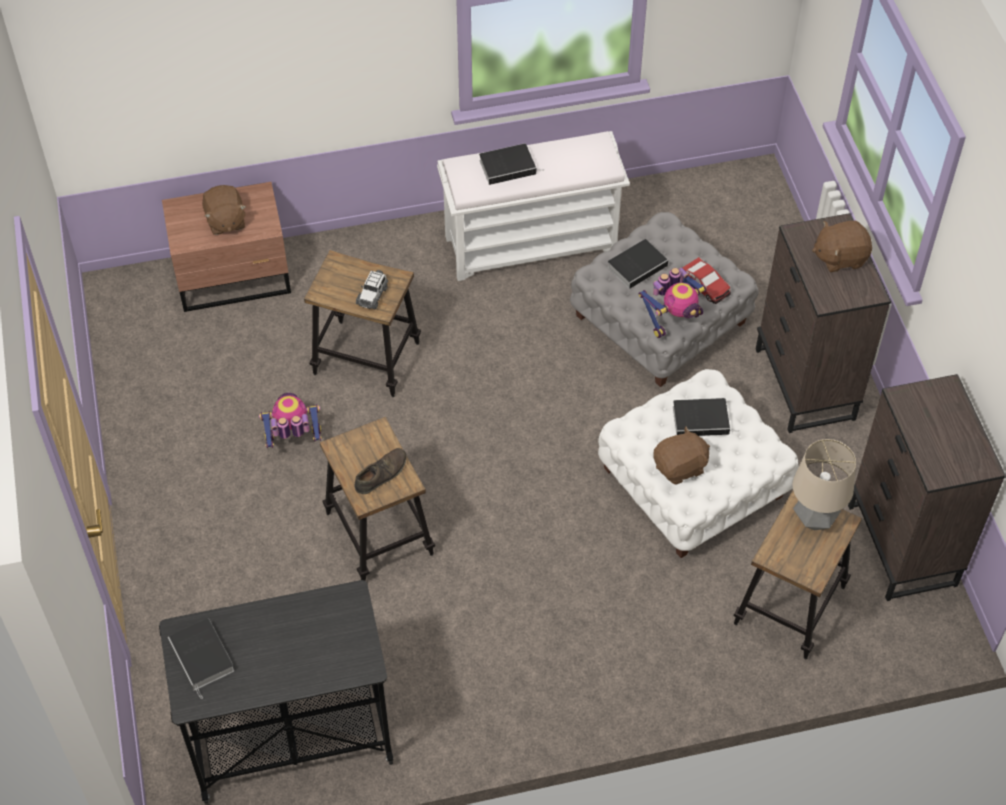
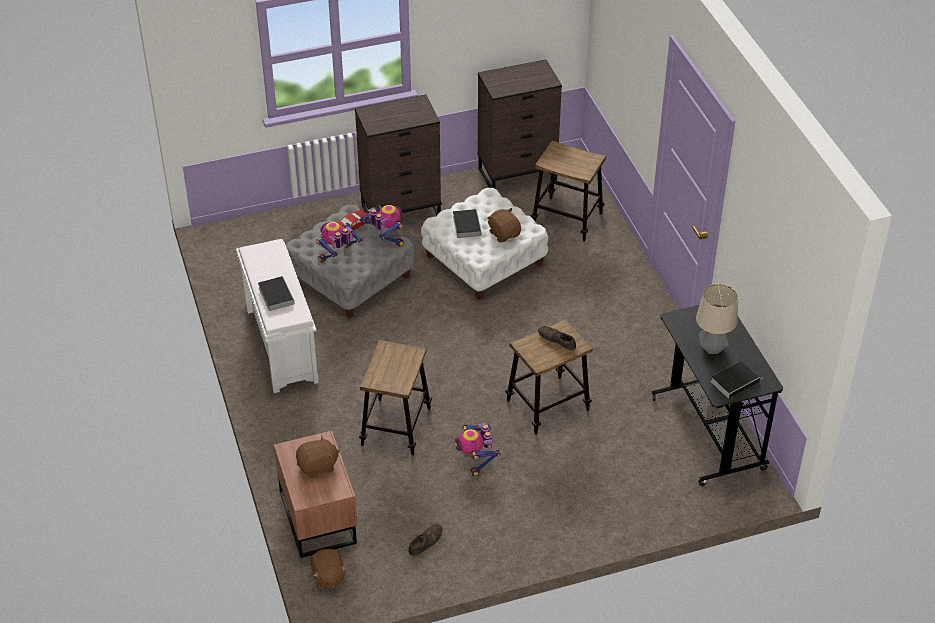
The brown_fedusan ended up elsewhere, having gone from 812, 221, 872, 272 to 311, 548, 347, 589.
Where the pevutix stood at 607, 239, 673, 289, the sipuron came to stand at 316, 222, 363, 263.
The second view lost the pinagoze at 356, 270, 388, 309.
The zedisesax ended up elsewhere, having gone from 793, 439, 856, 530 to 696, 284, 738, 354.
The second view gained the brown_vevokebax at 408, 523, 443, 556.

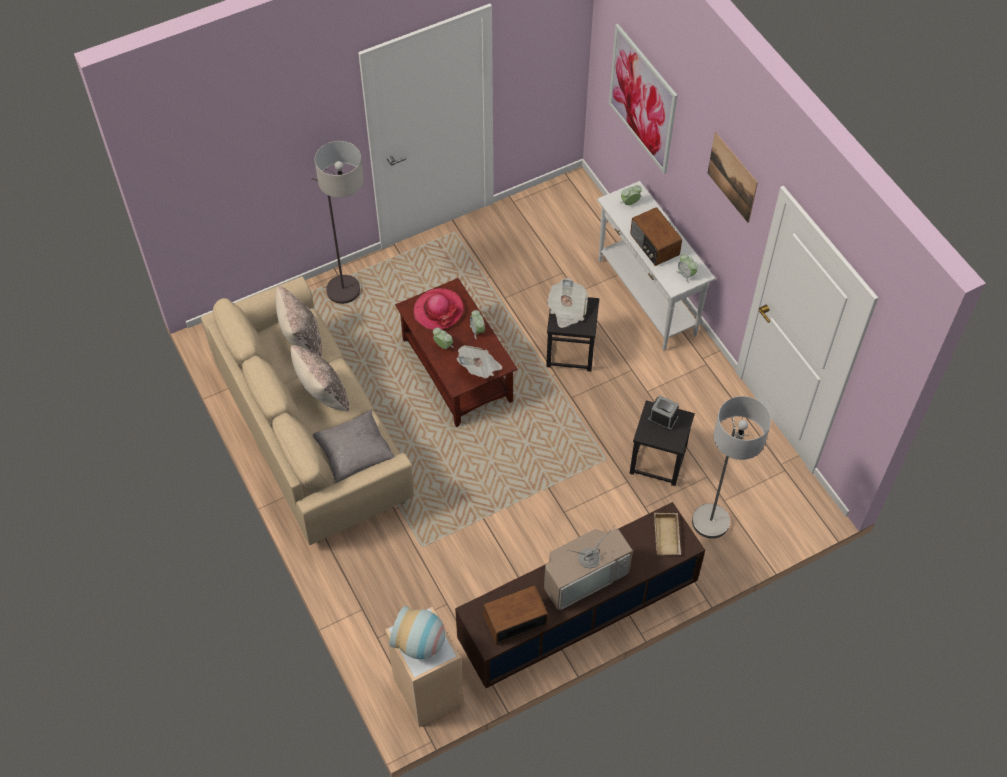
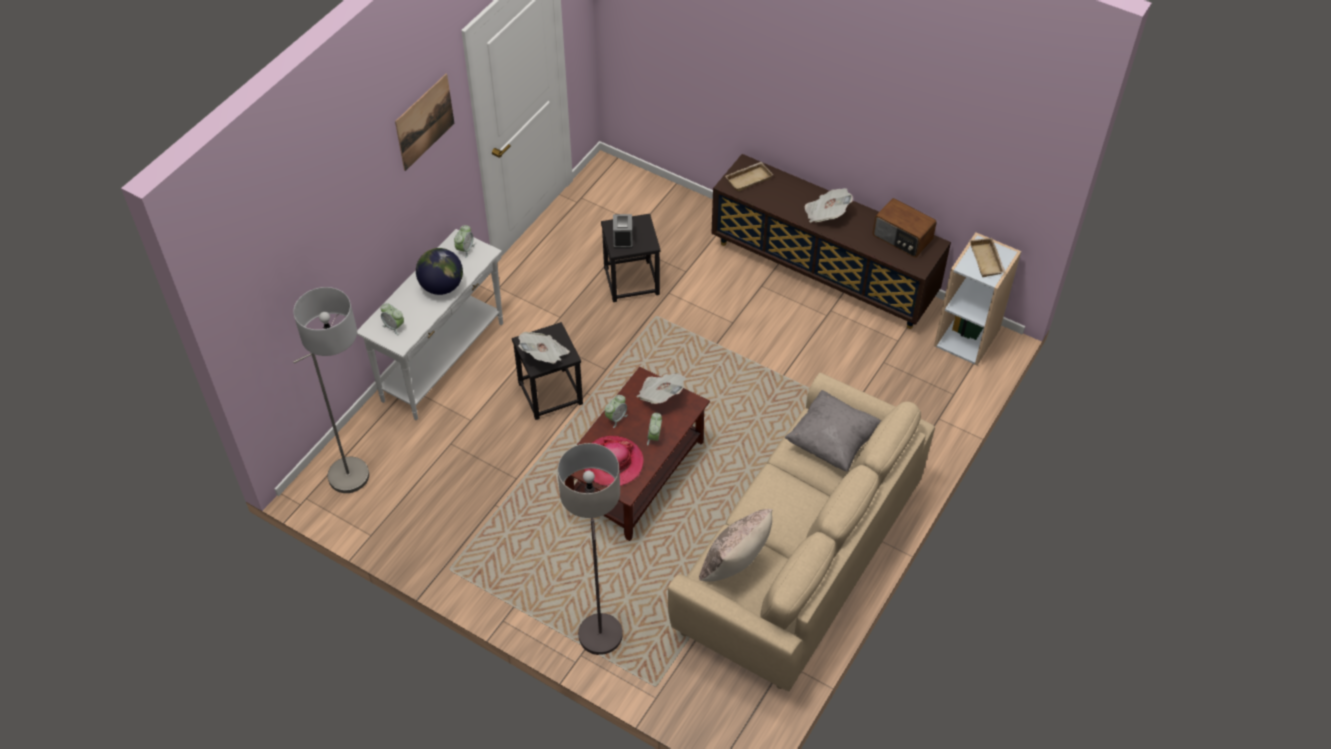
The second view lost the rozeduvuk at 609, 24, 677, 174.
Where the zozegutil stood at 630, 207, 682, 266, the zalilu came to stand at 416, 248, 463, 295.
The second view lost the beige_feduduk at 291, 345, 349, 412.
The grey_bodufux ended up elsewhere, having gone from 692, 396, 771, 539 to 293, 287, 369, 493.
Where the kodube stood at 544, 525, 633, 610, the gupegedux came to stand at 804, 188, 853, 223.
Where the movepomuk stood at 389, 606, 445, 659, the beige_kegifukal came to stand at 969, 238, 1006, 277.

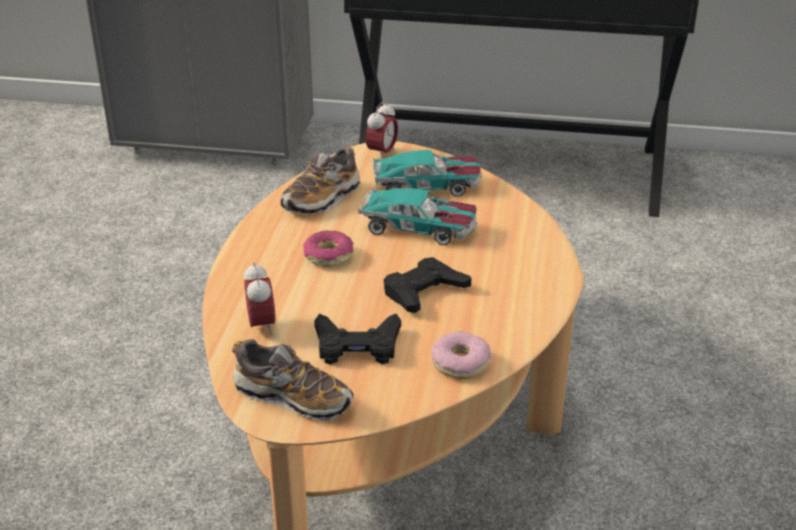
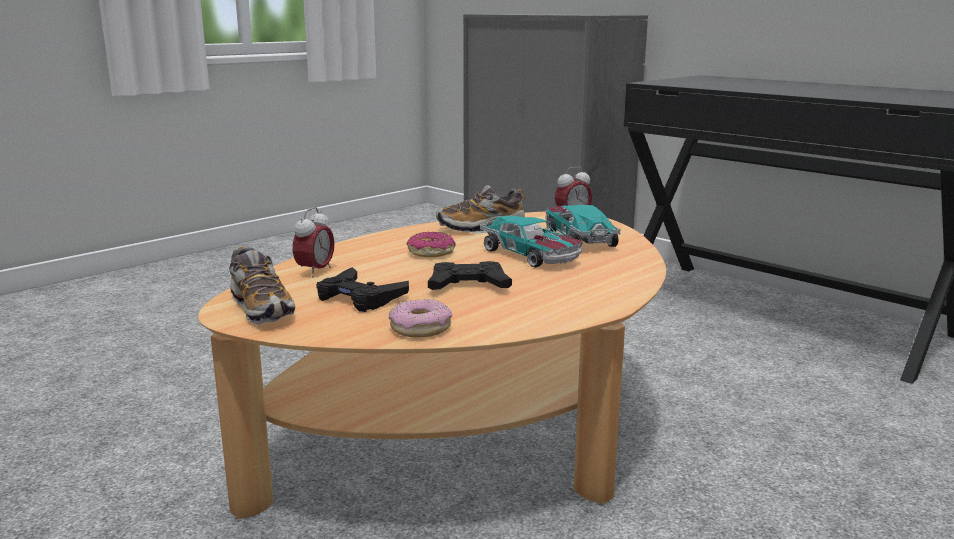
The pinagoze at 373, 150, 482, 197 ended up facing another way, 135 degrees counterclockwise from before.

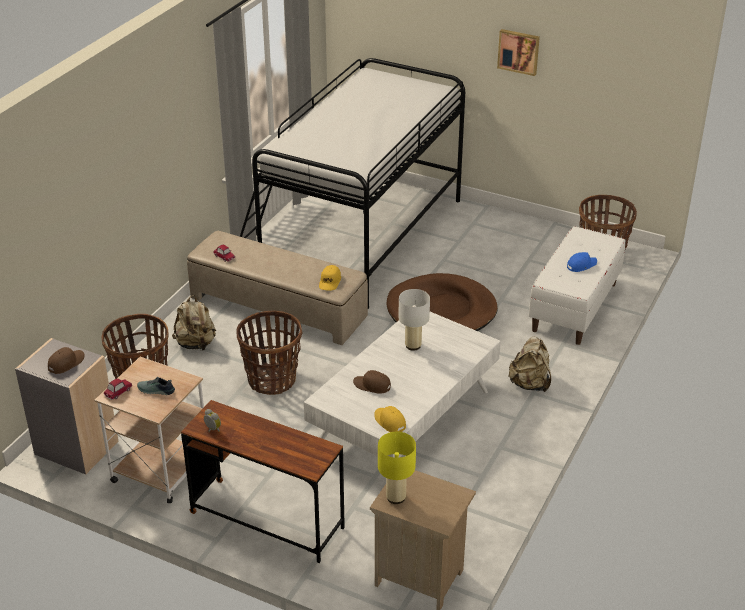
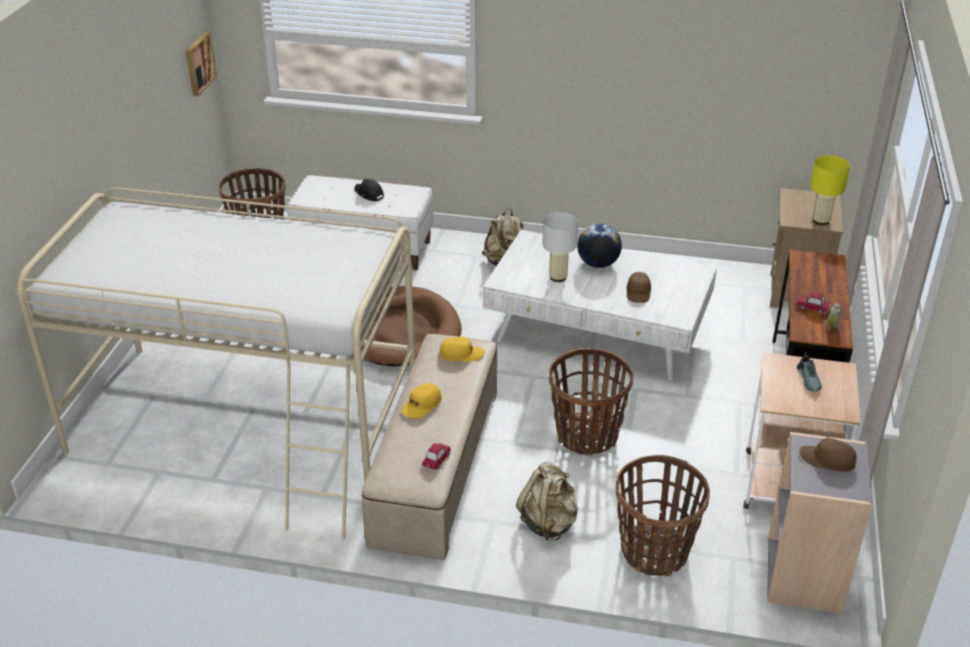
The rozeduvuk ended up elsewhere, having gone from 497, 29, 540, 76 to 186, 32, 217, 97.
What was the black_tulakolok at 240, 58, 465, 309 turned into the beige_tulakolok at 17, 187, 415, 540.
What was the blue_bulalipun at 567, 252, 597, 272 turned into the black_bulalipun at 355, 179, 384, 201.
The pinagoze ended up elsewhere, having gone from 103, 378, 132, 400 to 796, 292, 830, 314.
The yellow_bulalipun ended up elsewhere, having gone from 374, 406, 406, 432 to 401, 383, 442, 418.
The second view gained the zalilu at 577, 224, 622, 268.

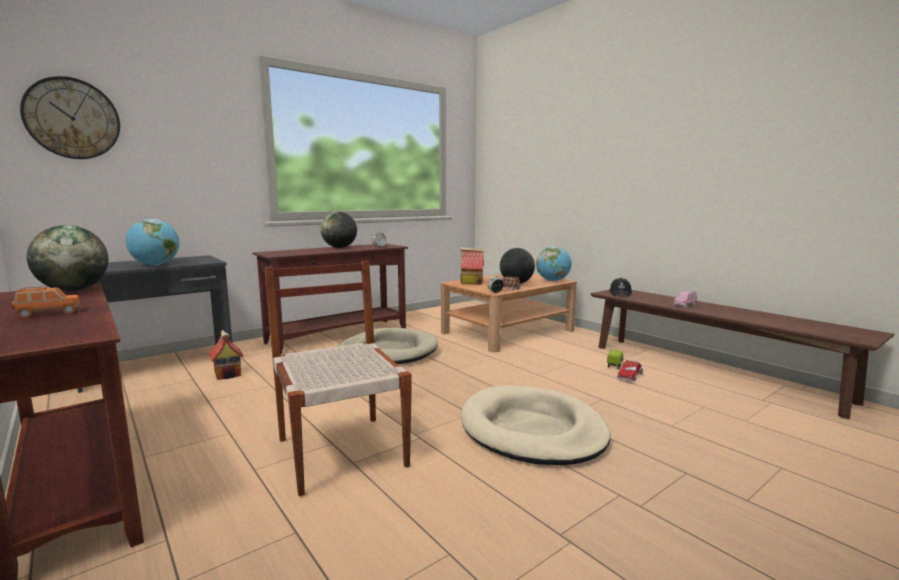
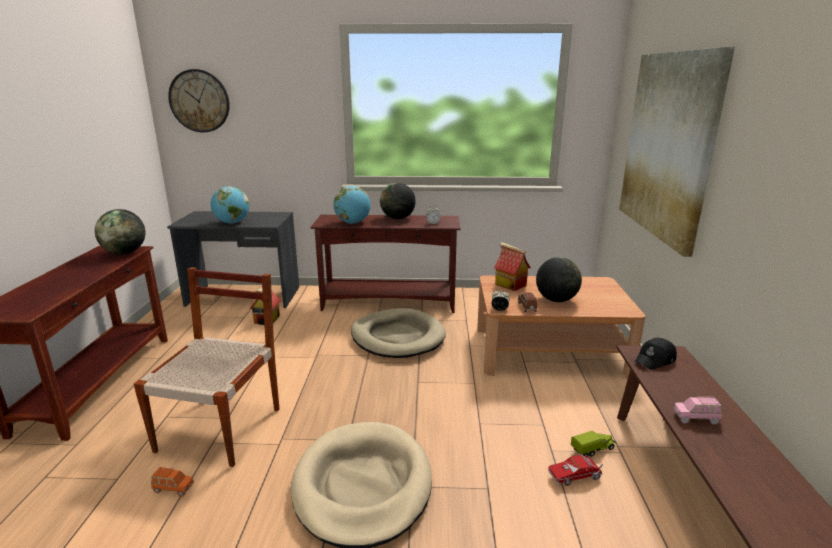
The zalilu ended up elsewhere, having gone from 536, 246, 571, 281 to 333, 186, 371, 224.
The orange_pinagoze ended up elsewhere, having gone from 12, 286, 80, 318 to 151, 467, 194, 497.
The second view gained the rozeduvuk at 619, 47, 735, 257.

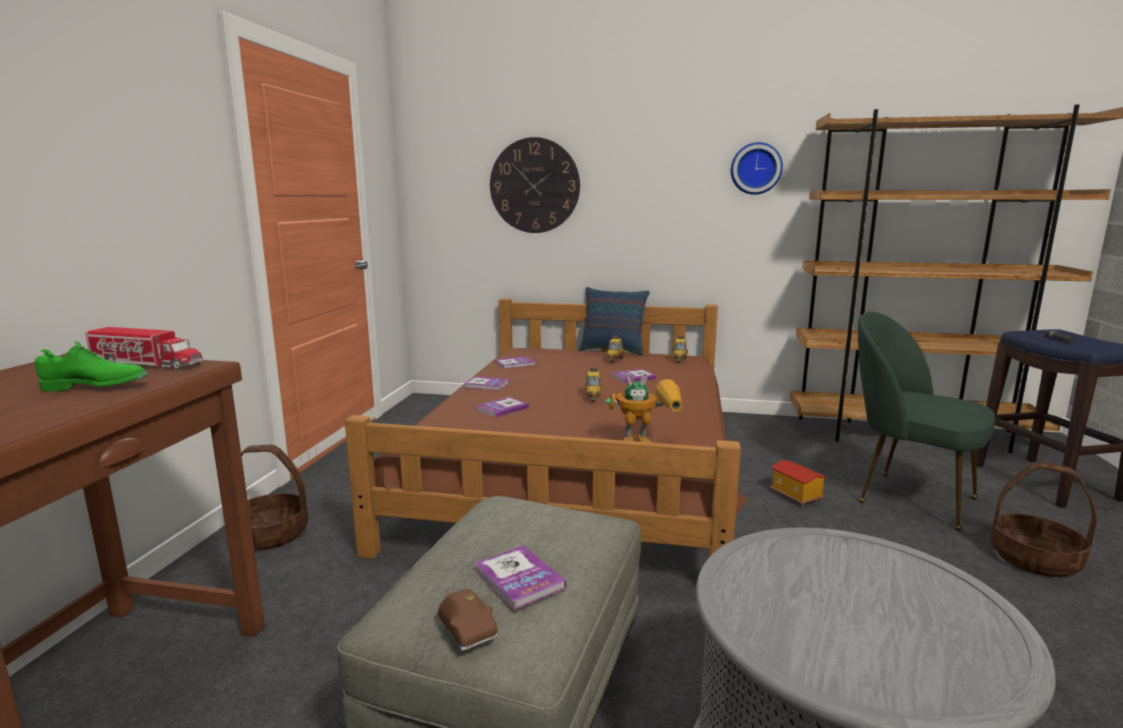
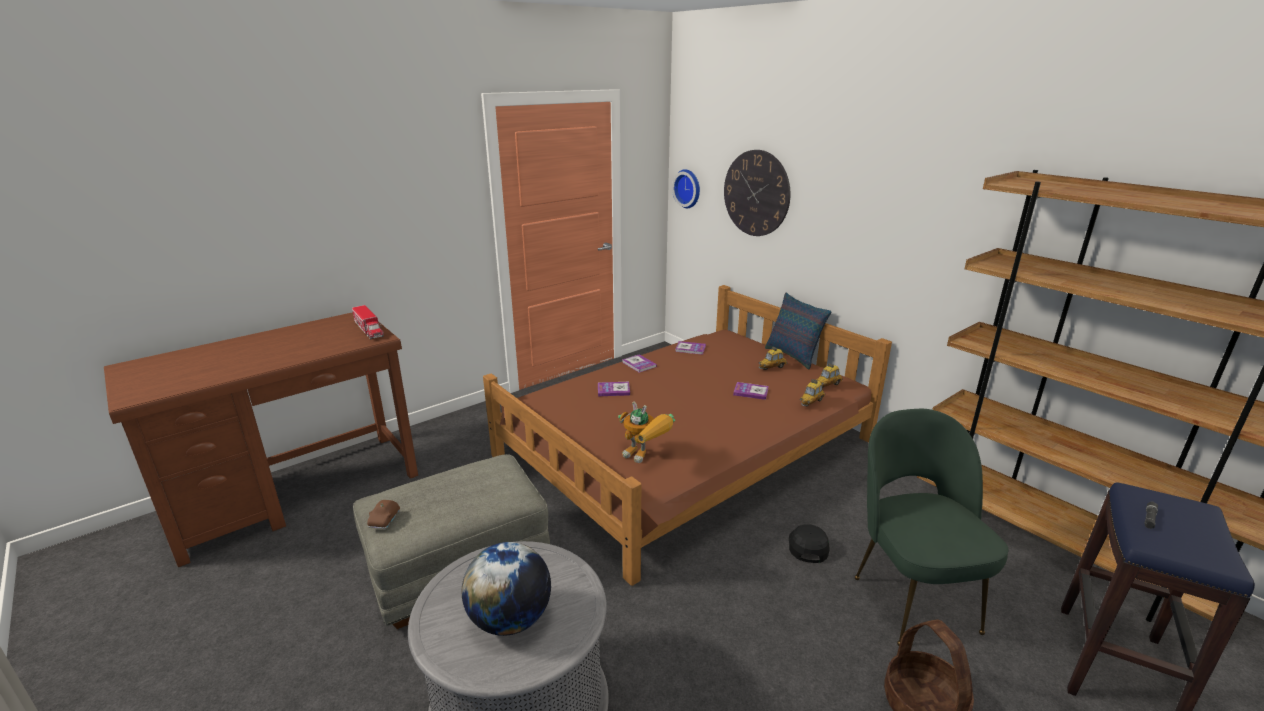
The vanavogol ended up elsewhere, having gone from 731, 142, 783, 195 to 672, 169, 700, 208.
The second view lost the green_vevokebax at 35, 341, 148, 392.
The pinagoze ended up elsewhere, having gone from 585, 368, 602, 401 to 800, 379, 825, 406.
The second view lost the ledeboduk at 241, 445, 308, 550.
Where the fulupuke stood at 770, 460, 827, 506, the black_bulalipun came to stand at 789, 524, 830, 563.
The second view lost the pevutix at 475, 545, 566, 610.
The second view gained the zalilu at 462, 542, 551, 636.

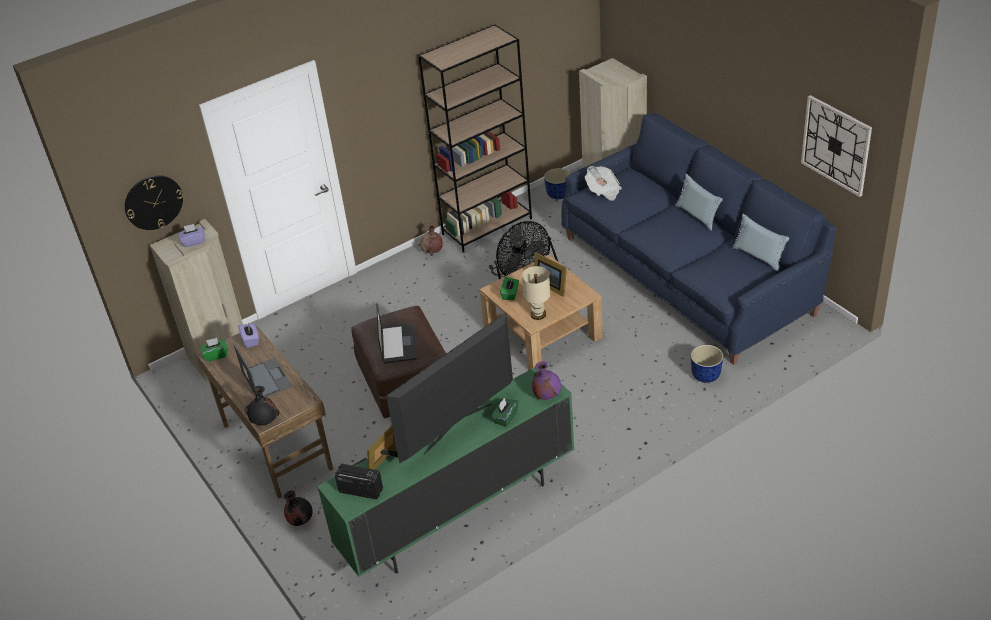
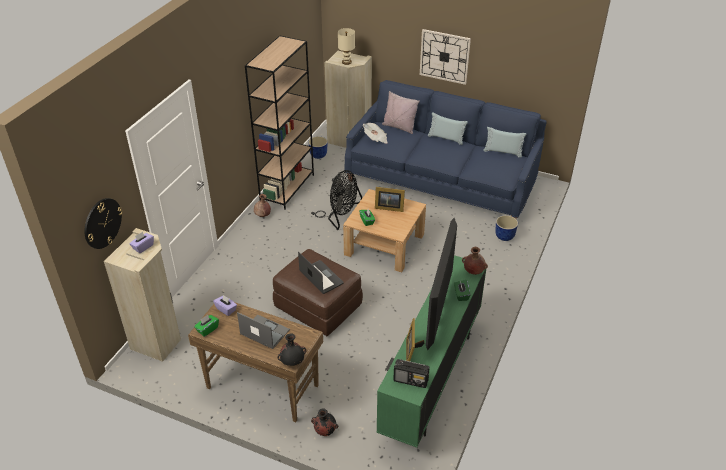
The vanavogol ended up elsewhere, having gone from 801, 95, 872, 197 to 420, 29, 471, 85.
The beige_zedisesax ended up elsewhere, having gone from 522, 266, 550, 320 to 338, 28, 355, 65.
What was the purple_movepomuk at 532, 361, 561, 400 turned into the brown_movepomuk at 462, 247, 488, 275.
The zozegutil at 335, 464, 383, 500 ended up facing another way, 150 degrees counterclockwise from before.
The second view gained the purple_feduduk at 382, 91, 420, 134.

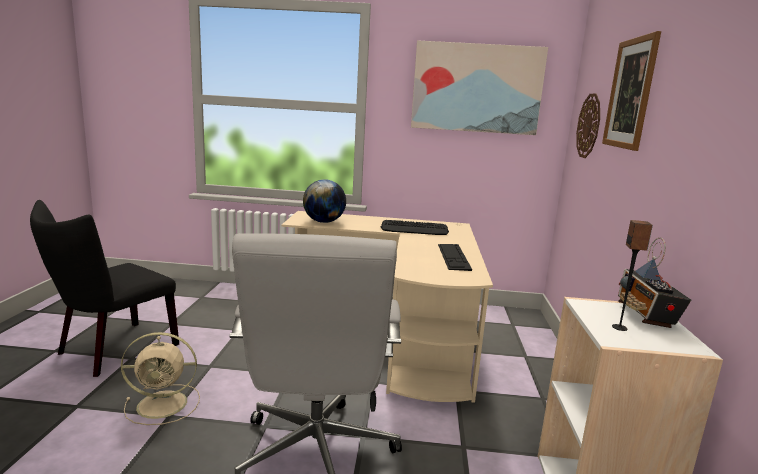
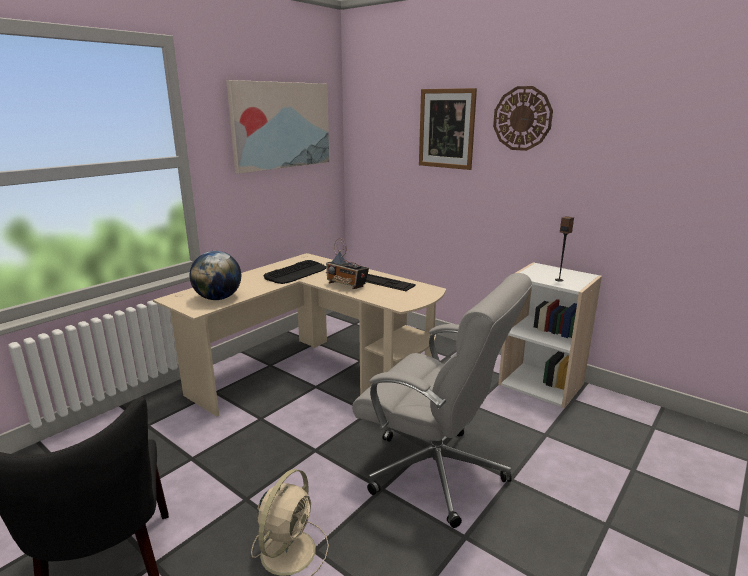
The vanavogol ended up elsewhere, having gone from 576, 93, 600, 158 to 493, 86, 553, 151.
The zozegutil ended up elsewhere, having gone from 618, 237, 691, 328 to 326, 238, 369, 289.

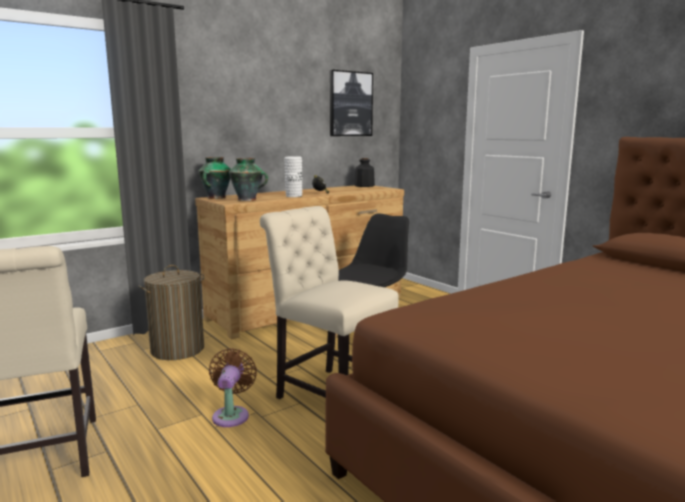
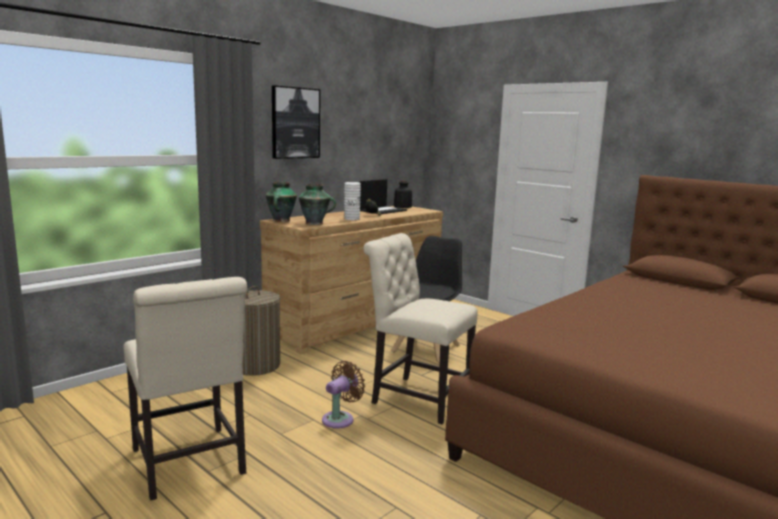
The rozeduvuk ended up elsewhere, having gone from 330, 70, 373, 136 to 272, 85, 320, 159.
The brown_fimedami at 209, 348, 257, 427 ended up facing another way, 45 degrees clockwise from before.
The second view gained the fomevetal at 359, 179, 407, 214.

